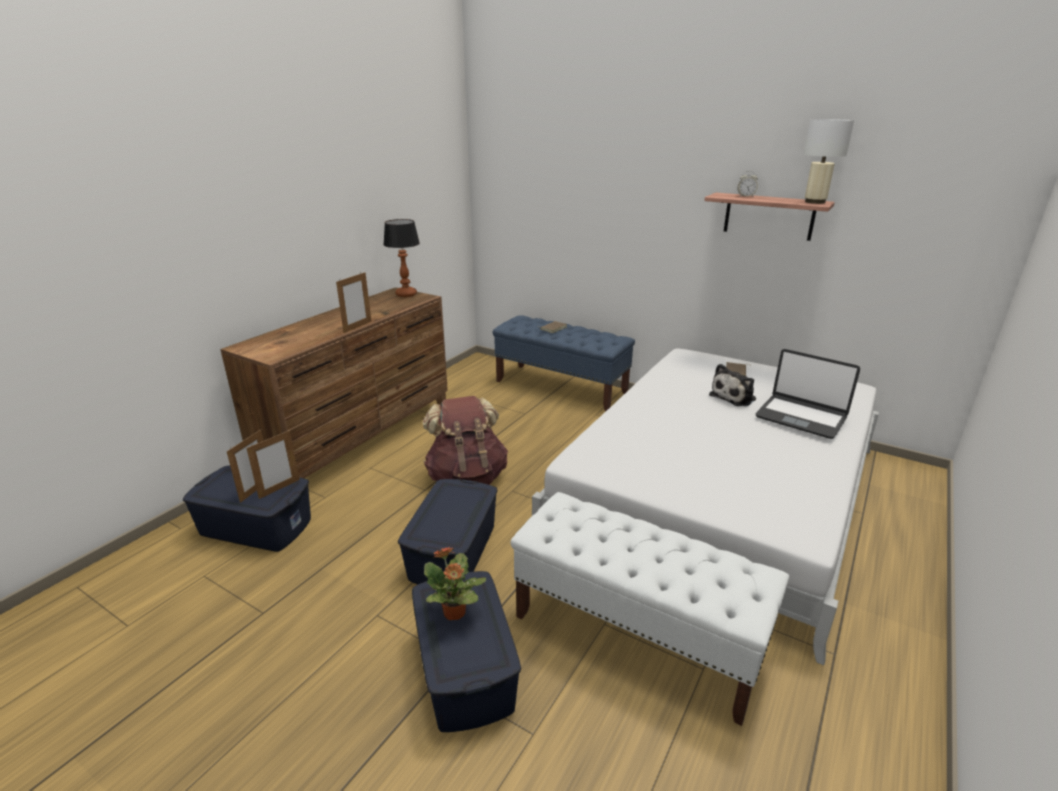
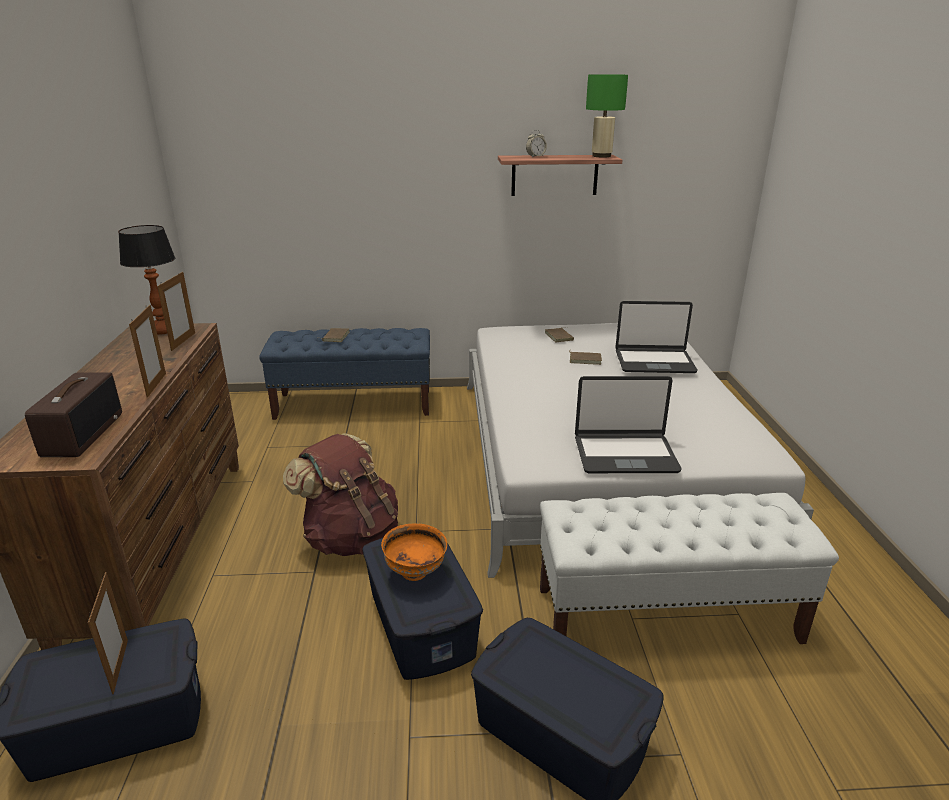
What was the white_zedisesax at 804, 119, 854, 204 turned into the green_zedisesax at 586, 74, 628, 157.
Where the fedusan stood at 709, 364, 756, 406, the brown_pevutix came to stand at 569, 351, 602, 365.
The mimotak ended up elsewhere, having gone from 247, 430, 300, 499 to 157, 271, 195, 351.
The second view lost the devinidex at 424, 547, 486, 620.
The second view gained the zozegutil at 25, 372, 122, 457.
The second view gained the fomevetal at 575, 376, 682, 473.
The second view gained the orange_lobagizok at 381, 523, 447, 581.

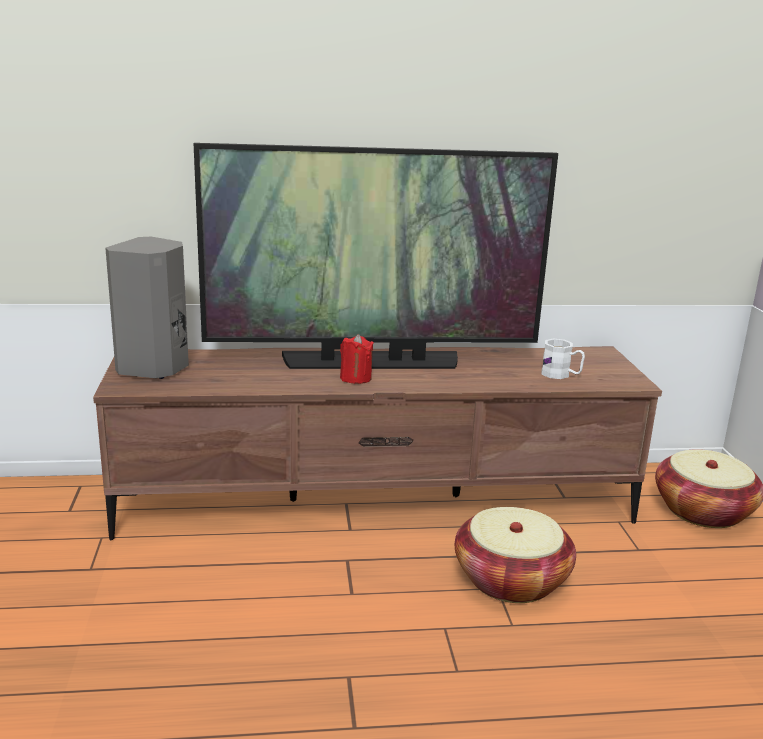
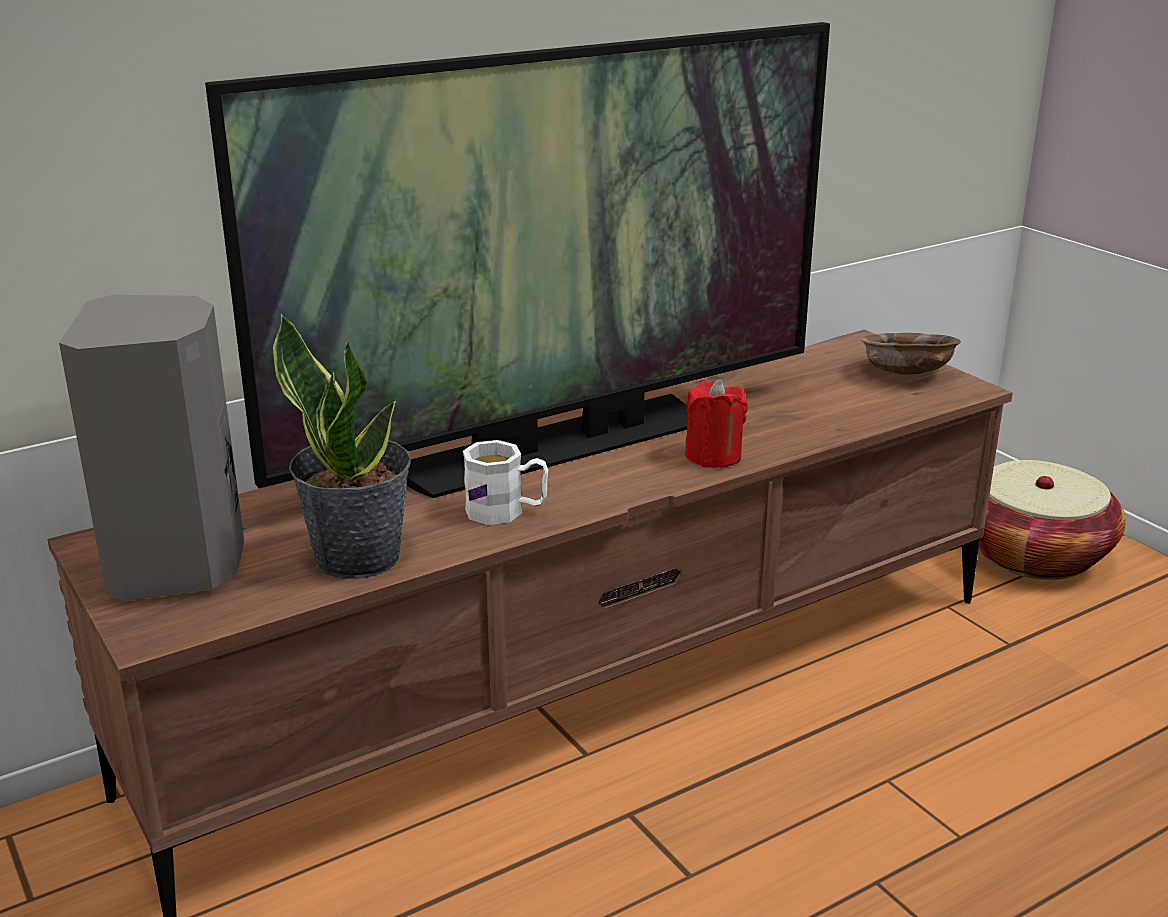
The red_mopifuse ended up elsewhere, having gone from 340, 334, 374, 384 to 685, 379, 748, 468.
The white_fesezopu ended up elsewhere, having gone from 541, 339, 585, 379 to 463, 440, 548, 525.
The second view lost the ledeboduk at 455, 507, 576, 603.
The second view gained the devinidex at 273, 314, 411, 579.
The second view gained the brown_lobagizok at 861, 333, 961, 375.

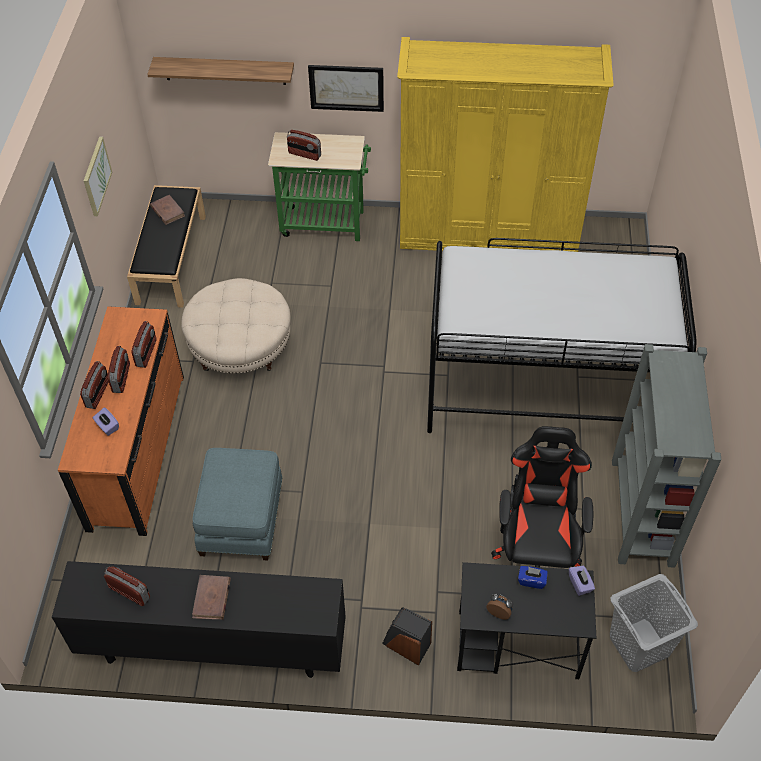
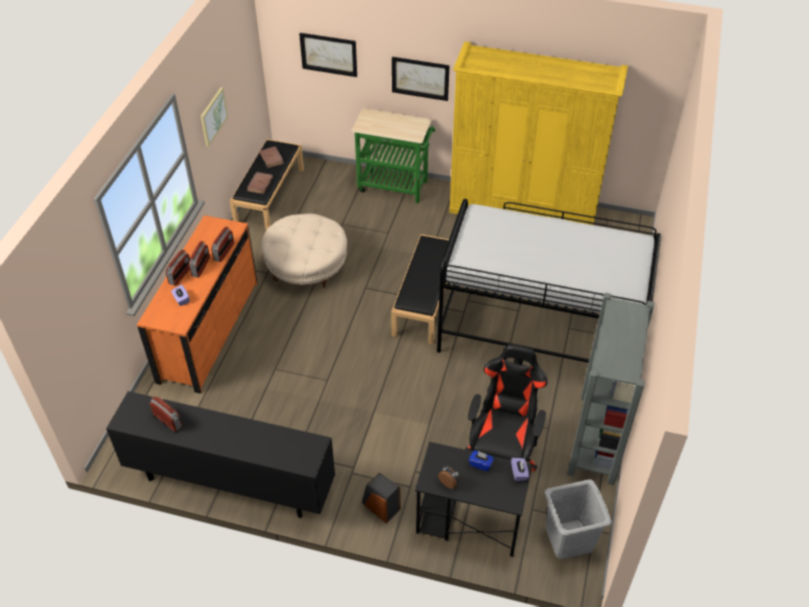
Where the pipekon hung at 147, 57, 294, 85, the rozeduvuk came to hang at 299, 33, 357, 77.
The second view lost the zozegutil at 287, 130, 321, 161.
The second view lost the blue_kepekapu at 192, 448, 283, 560.
The brown_pevutix ended up elsewhere, having gone from 192, 575, 231, 620 to 247, 172, 273, 194.
The second view gained the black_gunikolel at 391, 234, 449, 344.

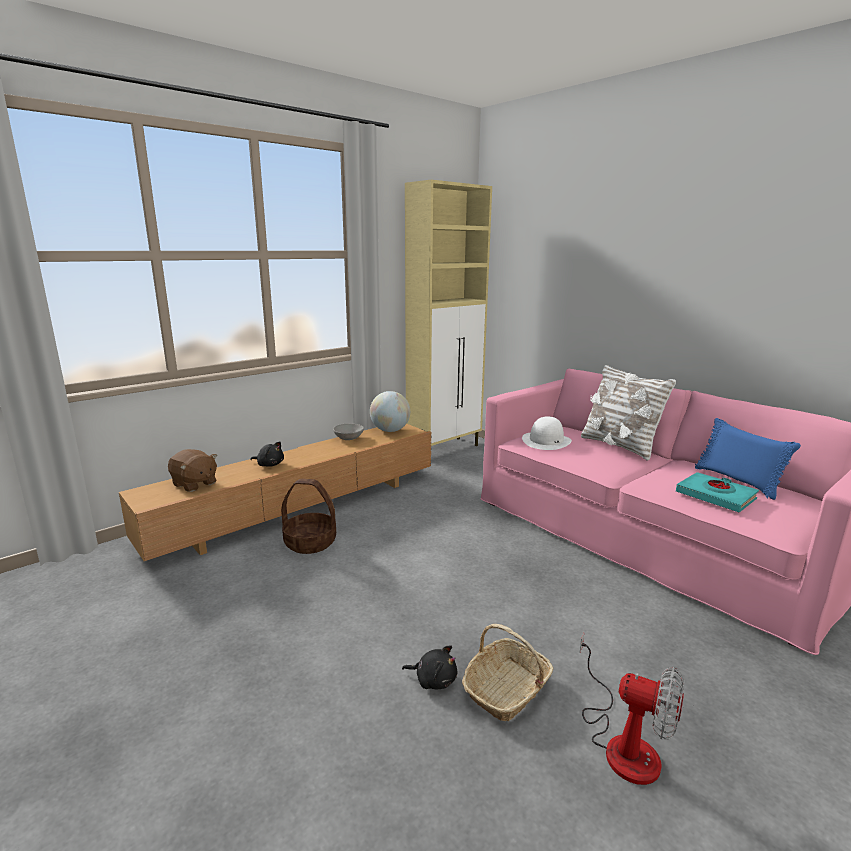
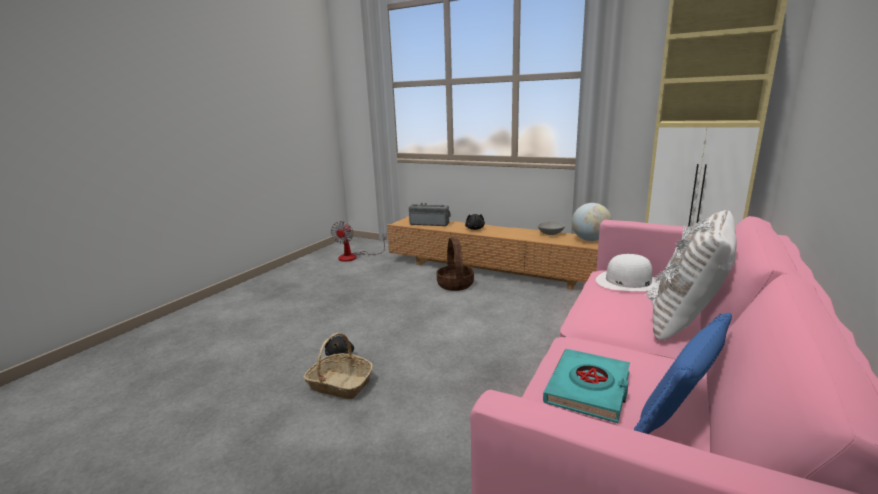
Where the brown_fedusan stood at 168, 449, 217, 492, the zozegutil came to stand at 409, 203, 451, 226.
The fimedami ended up elsewhere, having gone from 580, 633, 684, 785 to 331, 221, 387, 262.

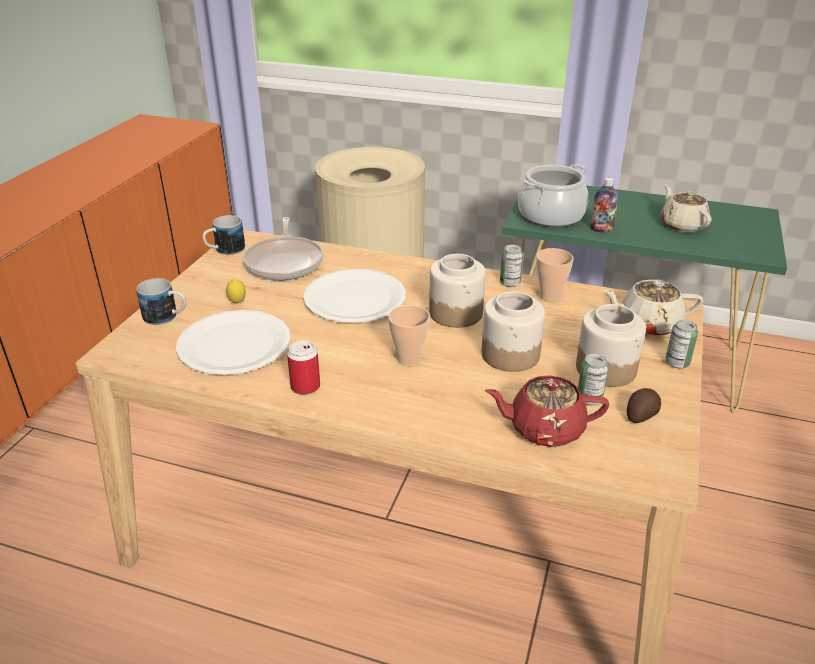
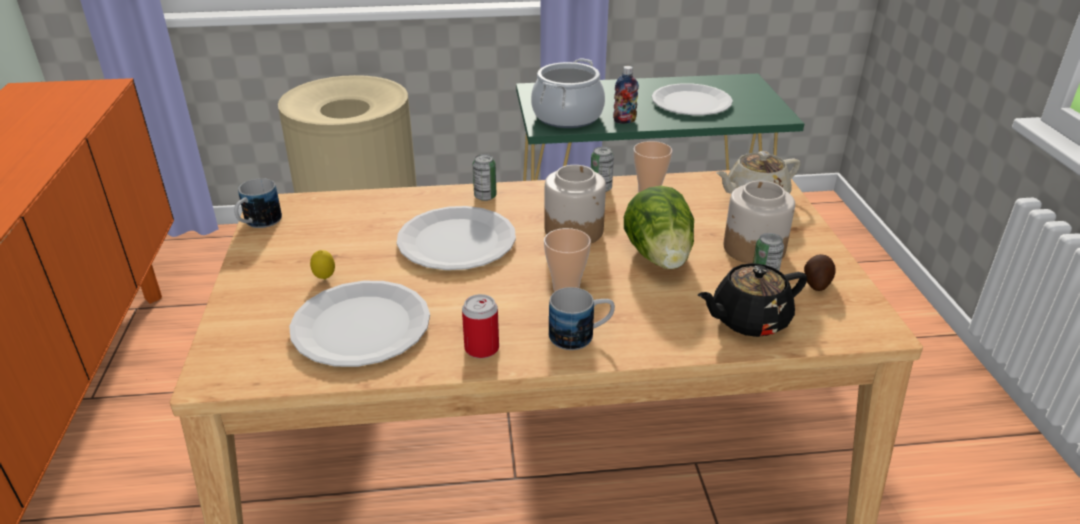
Where the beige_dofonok stood at 661, 184, 711, 232, the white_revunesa came to stand at 652, 83, 733, 115.
The second view lost the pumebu at 243, 217, 324, 280.
The fesezopu ended up elsewhere, having gone from 136, 278, 186, 325 to 549, 287, 615, 350.
Where the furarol stood at 482, 291, 545, 372, the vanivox came to stand at 624, 186, 694, 269.
The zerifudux ended up elsewhere, having gone from 665, 320, 698, 368 to 473, 154, 496, 201.
What was the red_dofonok at 485, 375, 609, 447 turned into the black_dofonok at 698, 263, 807, 337.

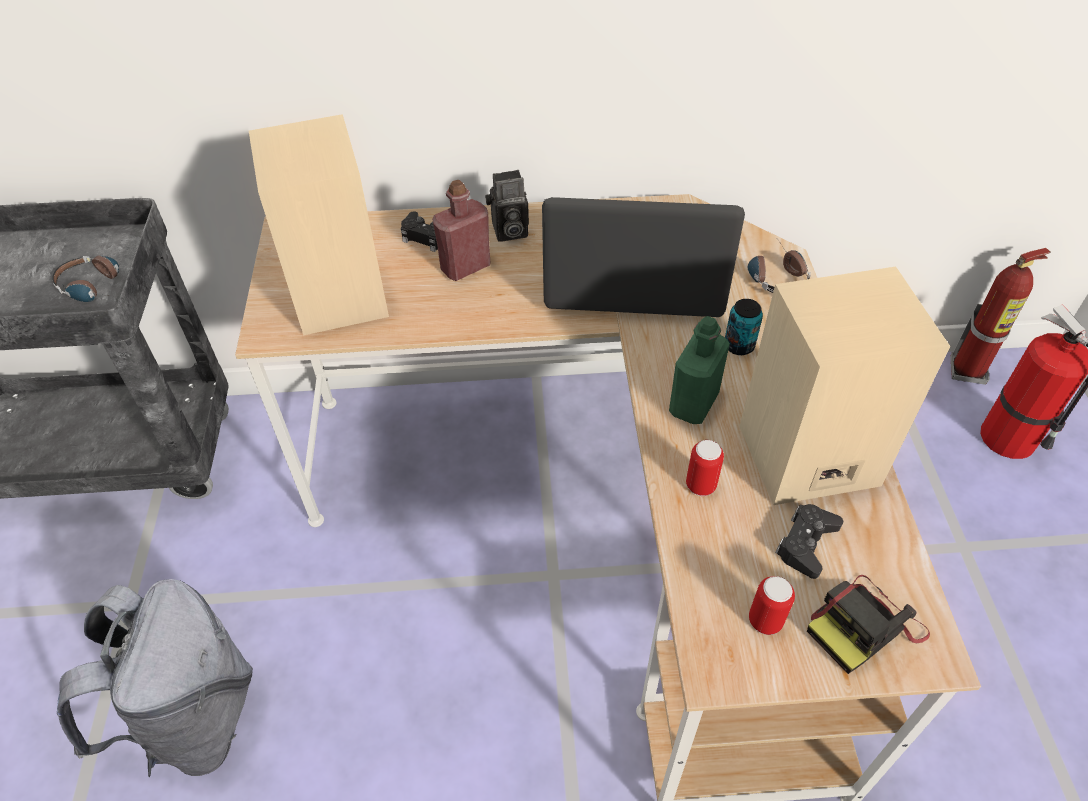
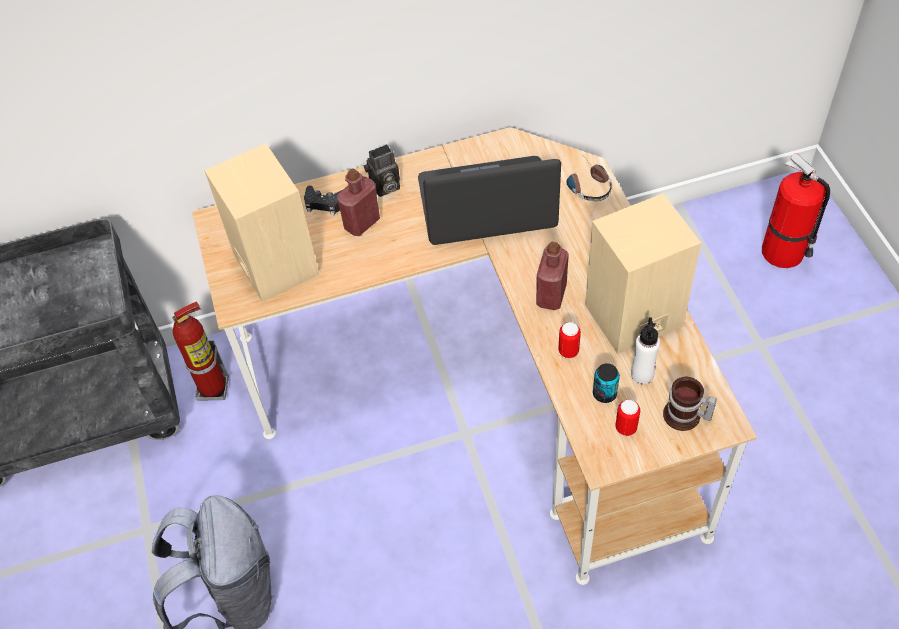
The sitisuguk ended up elsewhere, having gone from 950, 248, 1051, 385 to 172, 301, 229, 401.
The second view lost the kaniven at 52, 256, 119, 302.
The zerifudux ended up elsewhere, having gone from 725, 299, 763, 355 to 593, 363, 620, 403.
What was the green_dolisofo at 669, 316, 730, 424 turned into the red_dolisofo at 536, 242, 569, 310.
Where the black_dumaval stood at 775, 504, 843, 579, the white_dolisofo came to stand at 631, 317, 660, 385.
Where the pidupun stood at 807, 575, 930, 674, the fesezopu came to stand at 663, 376, 717, 431.

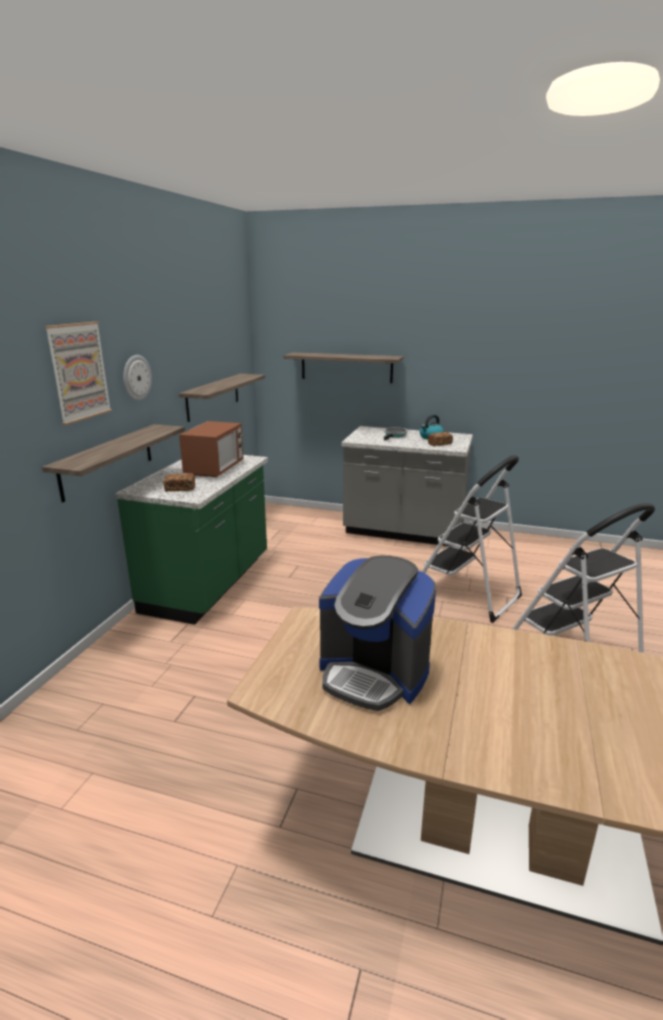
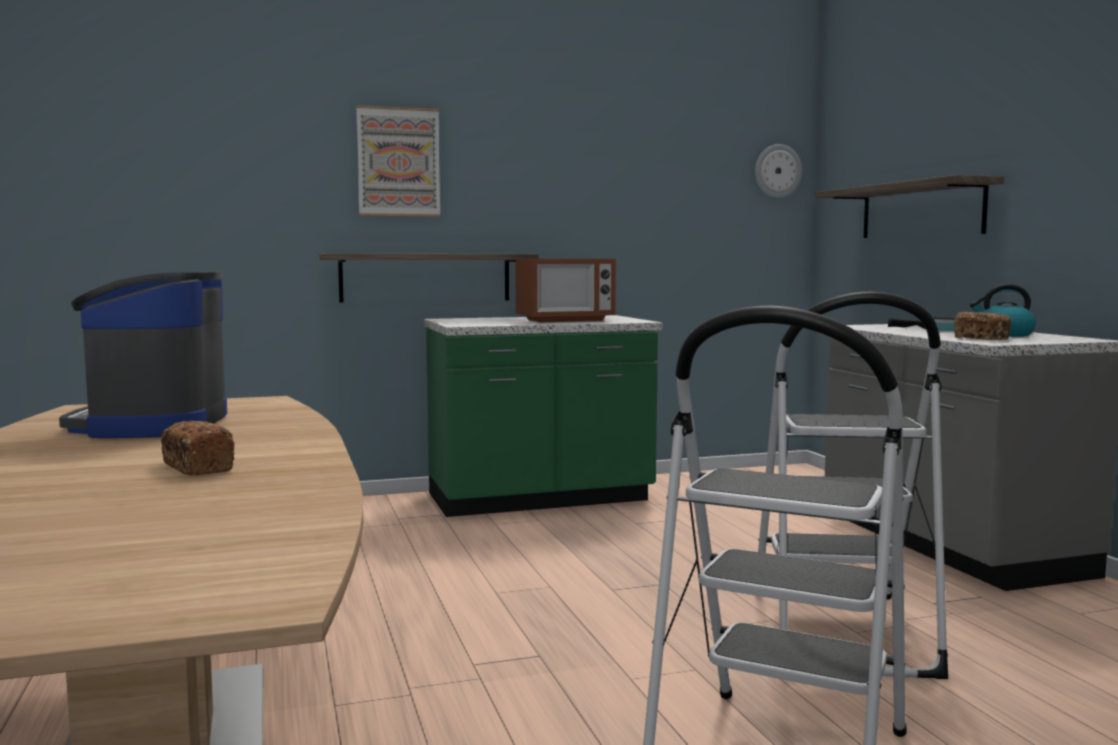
The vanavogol ended up elsewhere, having gone from 123, 355, 152, 401 to 755, 144, 802, 198.
The second view lost the pipekon at 179, 374, 265, 422.
The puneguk ended up elsewhere, having gone from 163, 473, 195, 492 to 161, 421, 235, 475.

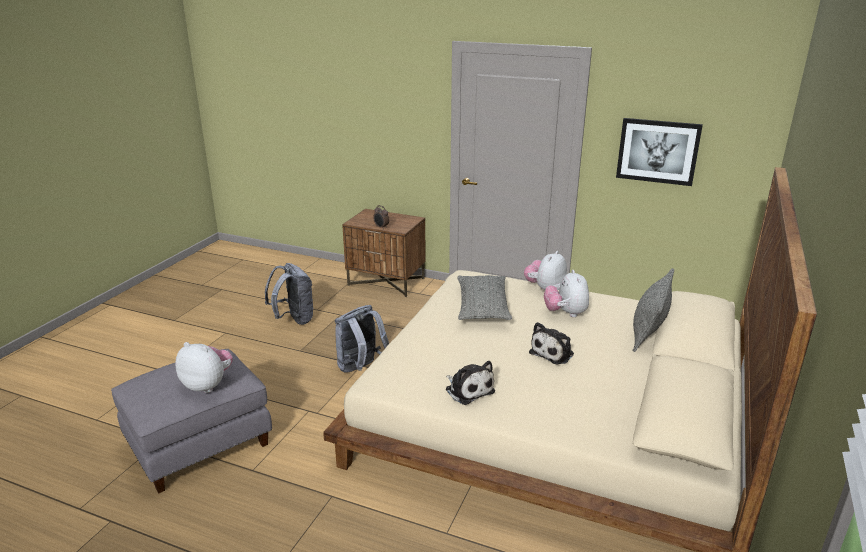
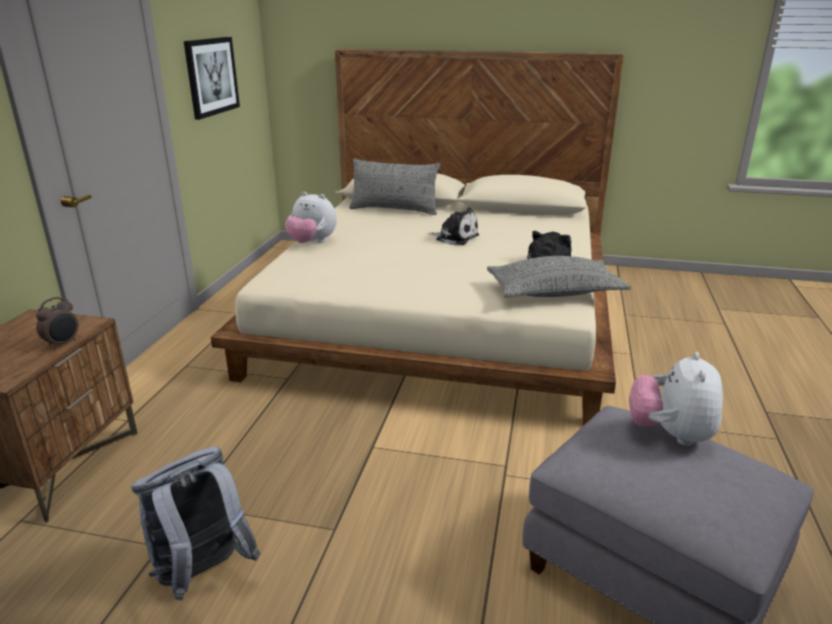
The second view lost the fedusan at 544, 270, 589, 317.
The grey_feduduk ended up elsewhere, having gone from 457, 275, 512, 320 to 487, 256, 631, 298.
The second view lost the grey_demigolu at 335, 305, 389, 373.

